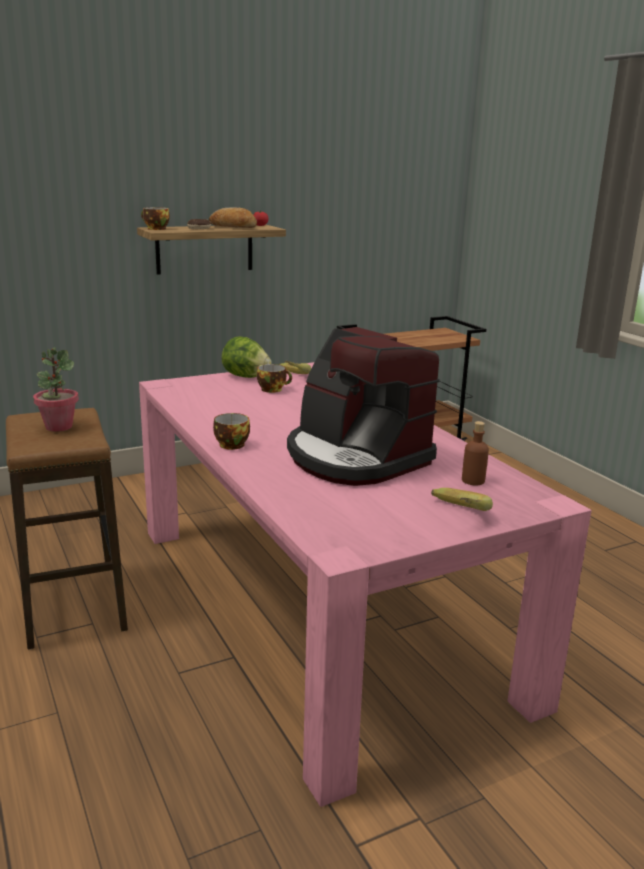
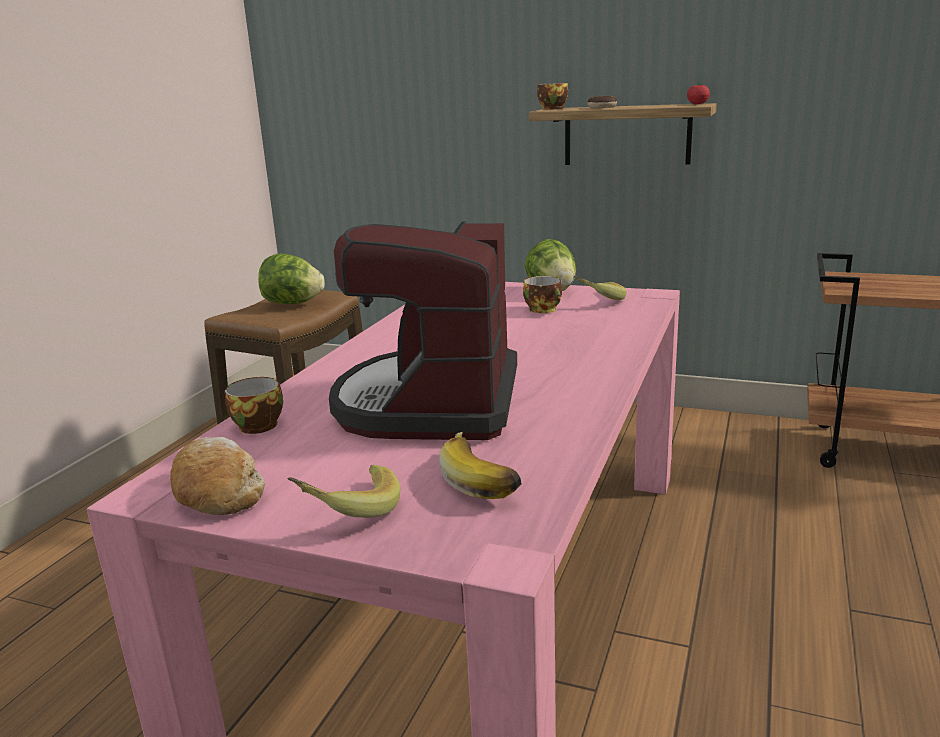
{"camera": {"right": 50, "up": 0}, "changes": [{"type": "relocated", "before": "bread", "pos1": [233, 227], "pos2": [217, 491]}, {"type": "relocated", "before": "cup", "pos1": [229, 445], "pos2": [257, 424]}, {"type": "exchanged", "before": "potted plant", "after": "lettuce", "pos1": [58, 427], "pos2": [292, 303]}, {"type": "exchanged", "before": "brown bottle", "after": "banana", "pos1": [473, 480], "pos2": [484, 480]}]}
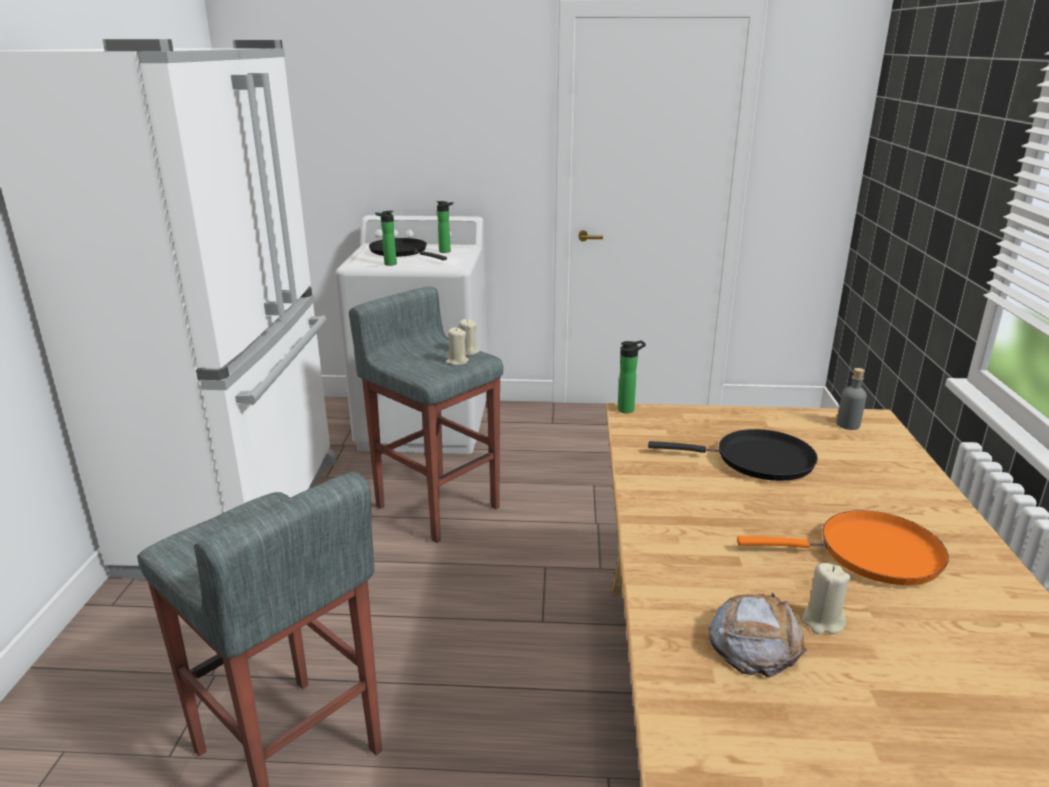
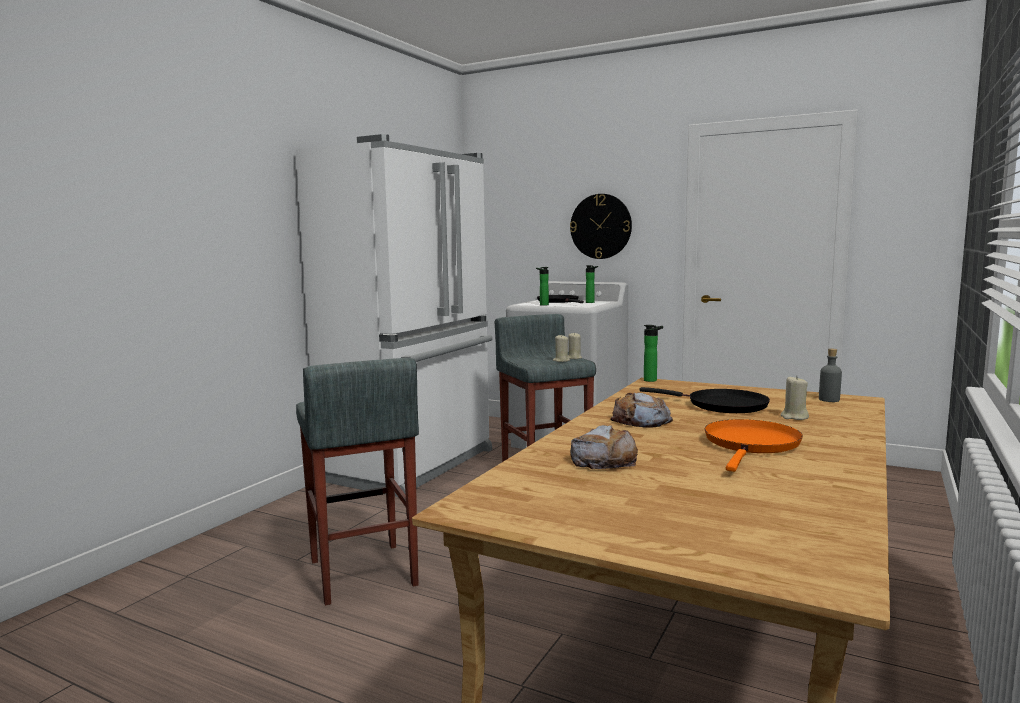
{"camera": {"right": 25, "up": -15}, "changes": [{"type": "appeared", "after": "wall clock", "pos2": [600, 226]}, {"type": "appeared", "after": "bread", "pos2": [641, 420]}, {"type": "relocated", "before": "beige candle", "pos1": [822, 622], "pos2": [794, 417]}, {"type": "spun", "before": "orange frying pan", "pos1": [871, 554], "pos2": [751, 444], "turn": -90}]}
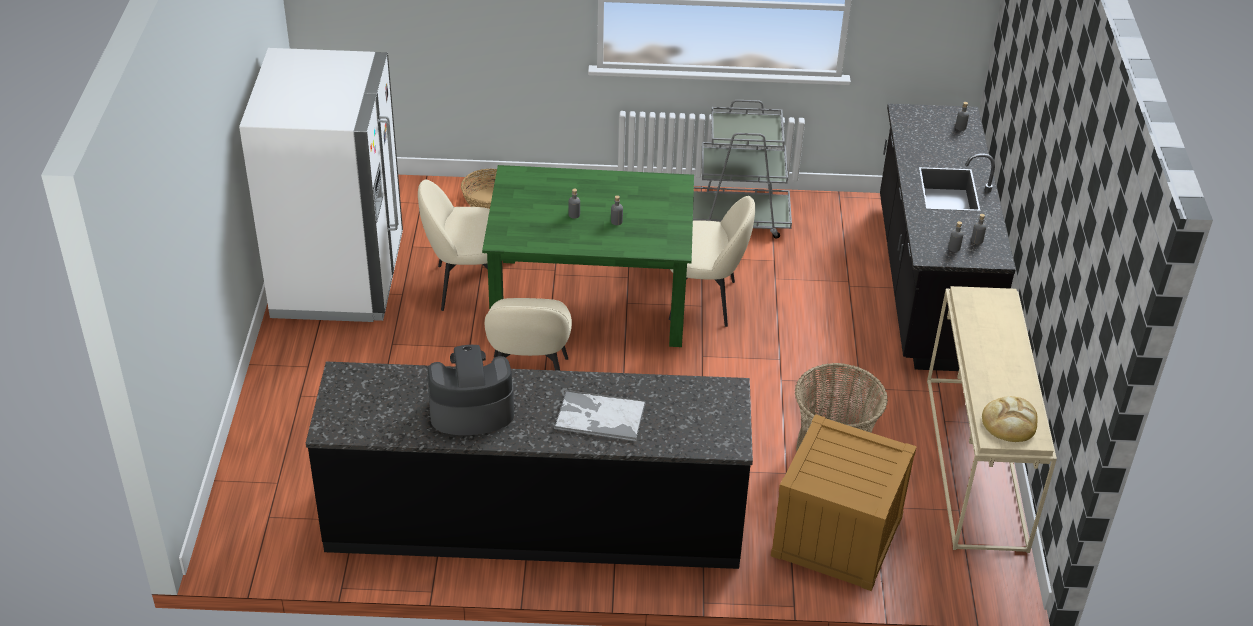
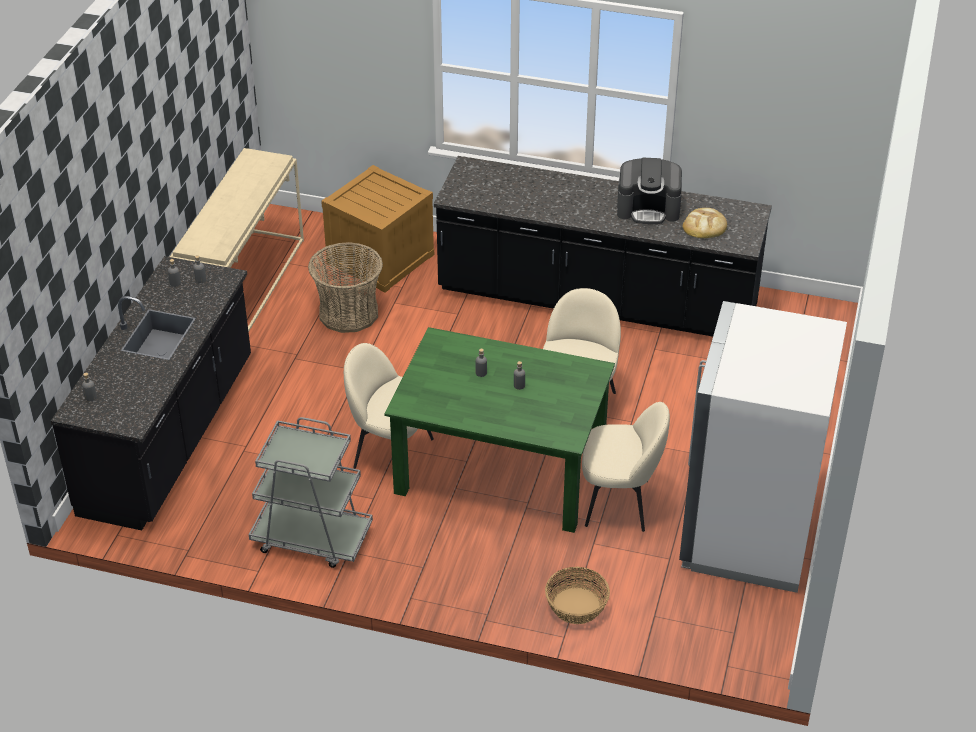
{"camera": {"right": -165, "up": 0}, "changes": [{"type": "missing", "before": "tray", "pos1": [599, 416]}, {"type": "relocated", "before": "bread", "pos1": [1010, 422], "pos2": [704, 226]}]}
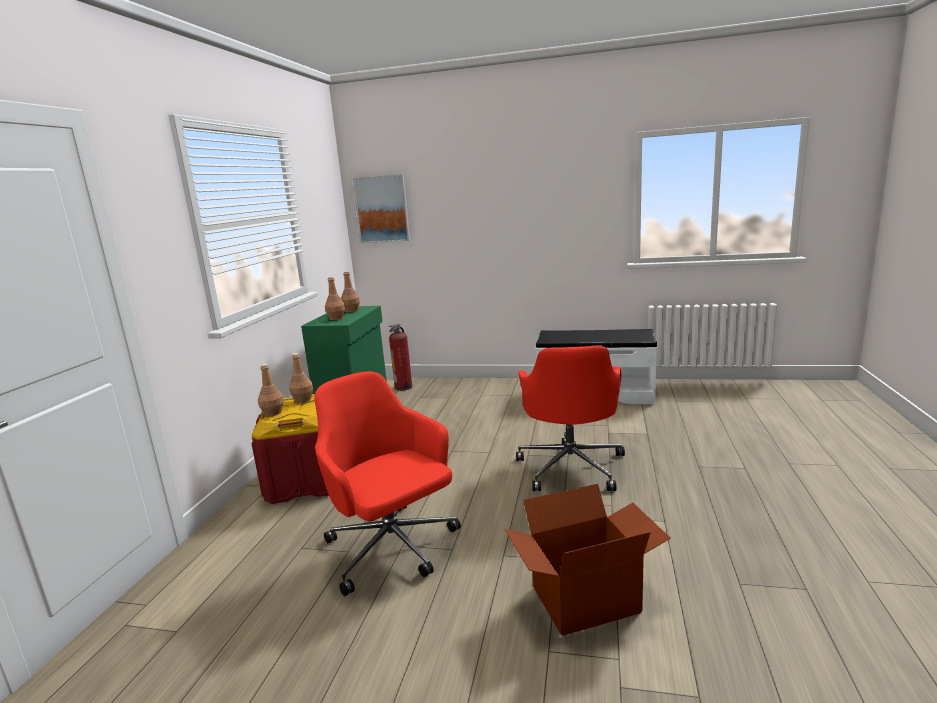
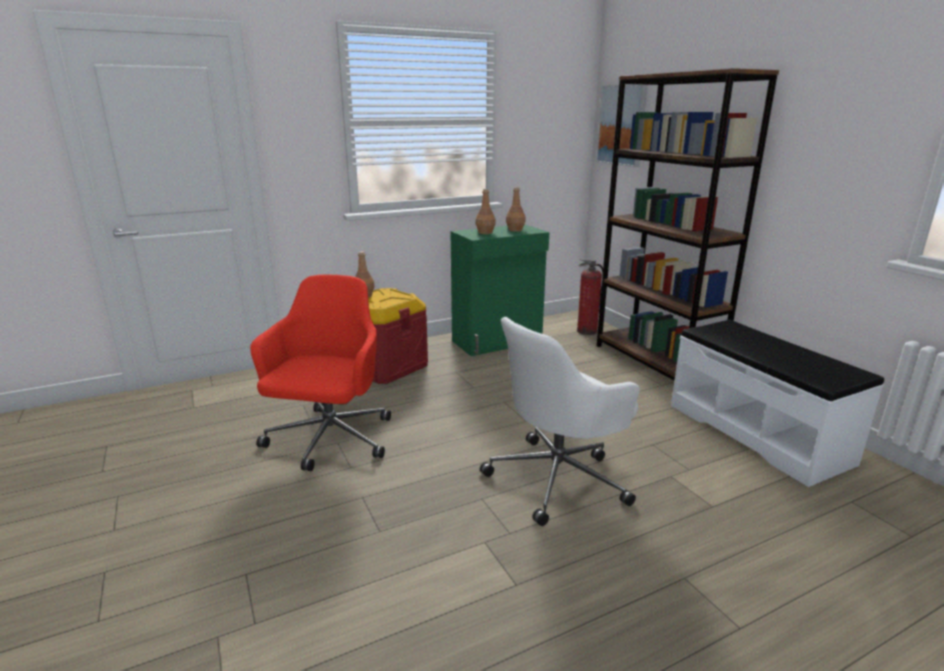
{"camera": {"right": 50, "up": 5}, "changes": [{"type": "missing", "before": "brown bottle", "pos1": [303, 400]}, {"type": "missing", "before": "cardboard box", "pos1": [584, 598]}, {"type": "appeared", "after": "brown bookcase", "pos2": [655, 363]}, {"type": "colour", "before": "red office chair", "after": "white office chair", "pos1": [571, 466], "pos2": [559, 478]}]}
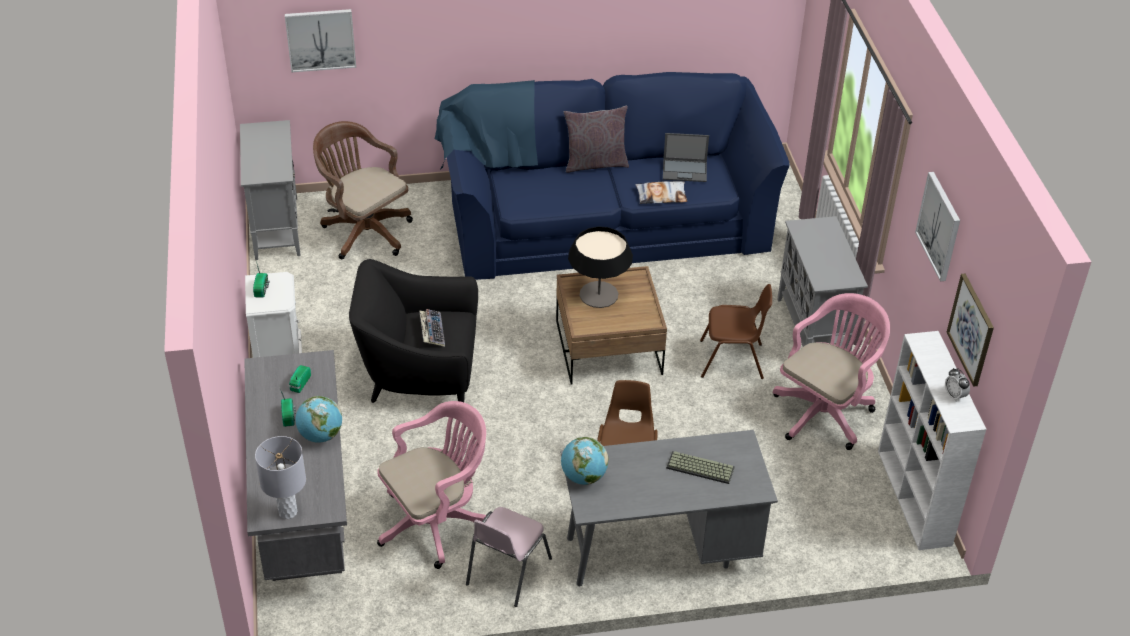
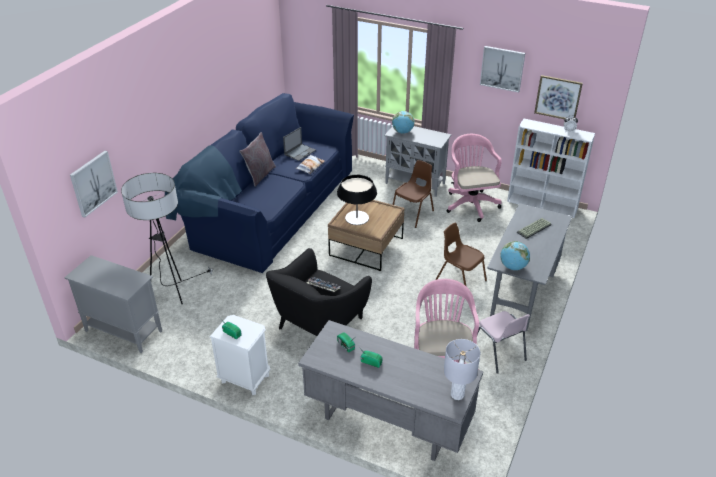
{"camera": {"right": -55, "up": -5}, "changes": [{"type": "relocated", "before": "globe", "pos1": [320, 435], "pos2": [402, 132]}, {"type": "exchanged", "before": "brown office chair", "after": "floor lamp", "pos1": [364, 231], "pos2": [173, 295]}]}
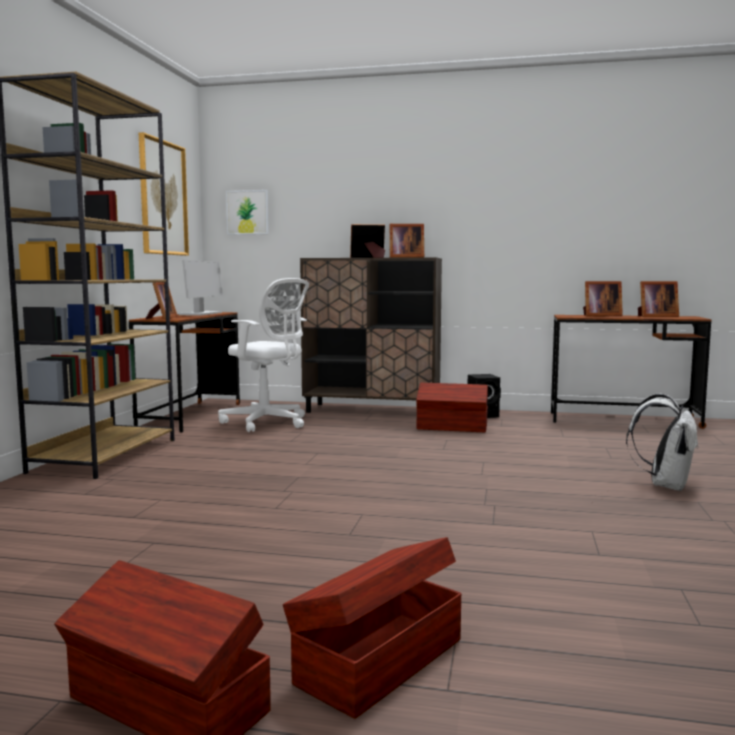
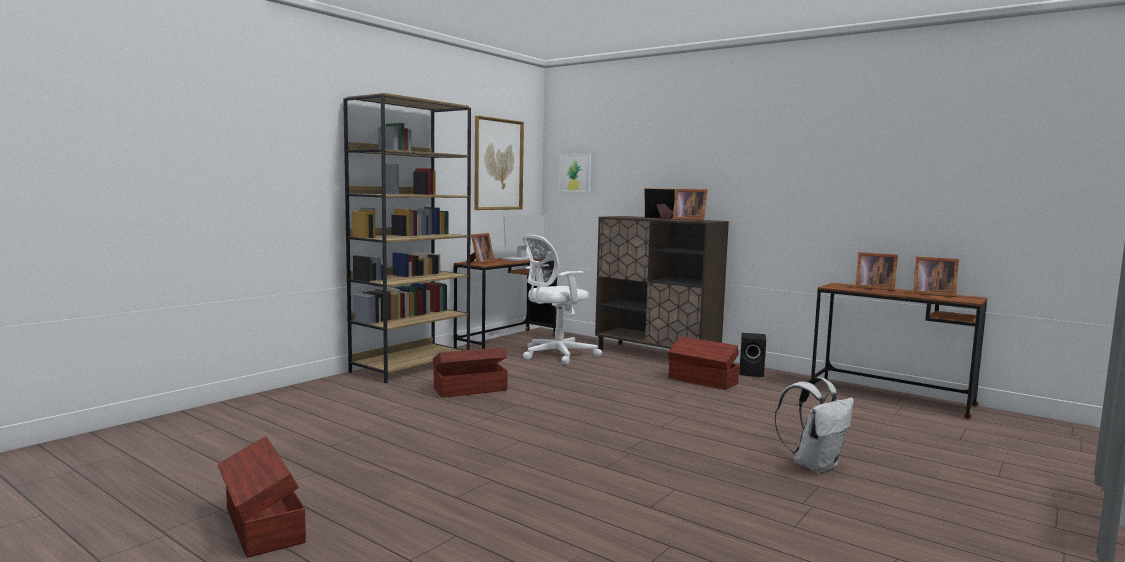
{"camera": {"right": 25, "up": 0}, "changes": [{"type": "relocated", "before": "brown storage box", "pos1": [377, 661], "pos2": [469, 389]}, {"type": "spun", "before": "white office chair", "pos1": [268, 423], "pos2": [555, 355], "turn": 90}]}
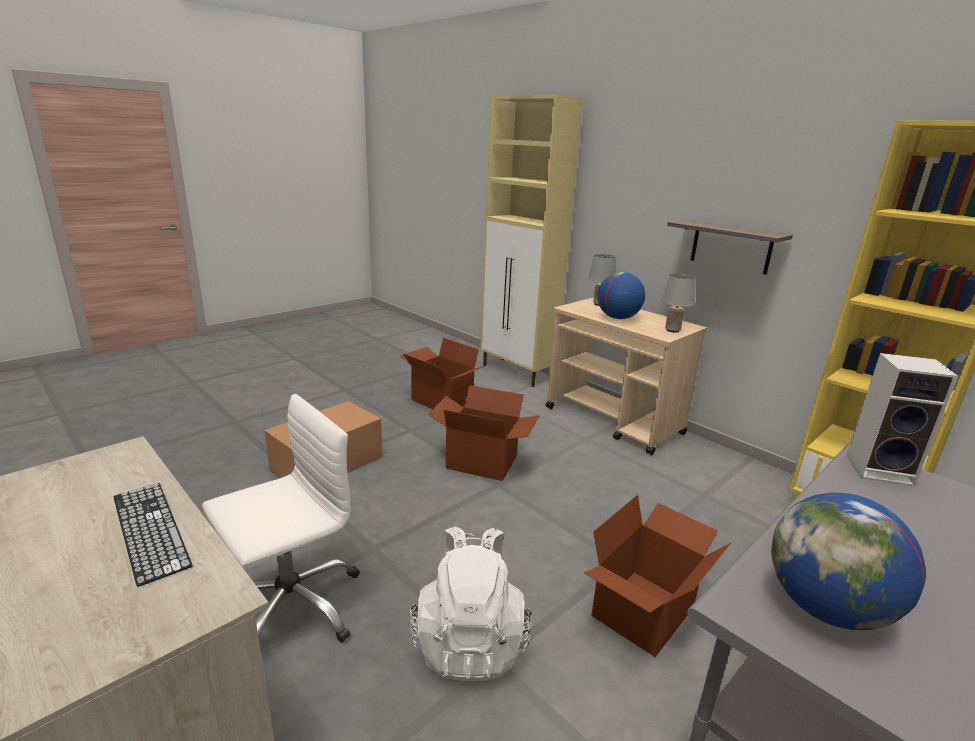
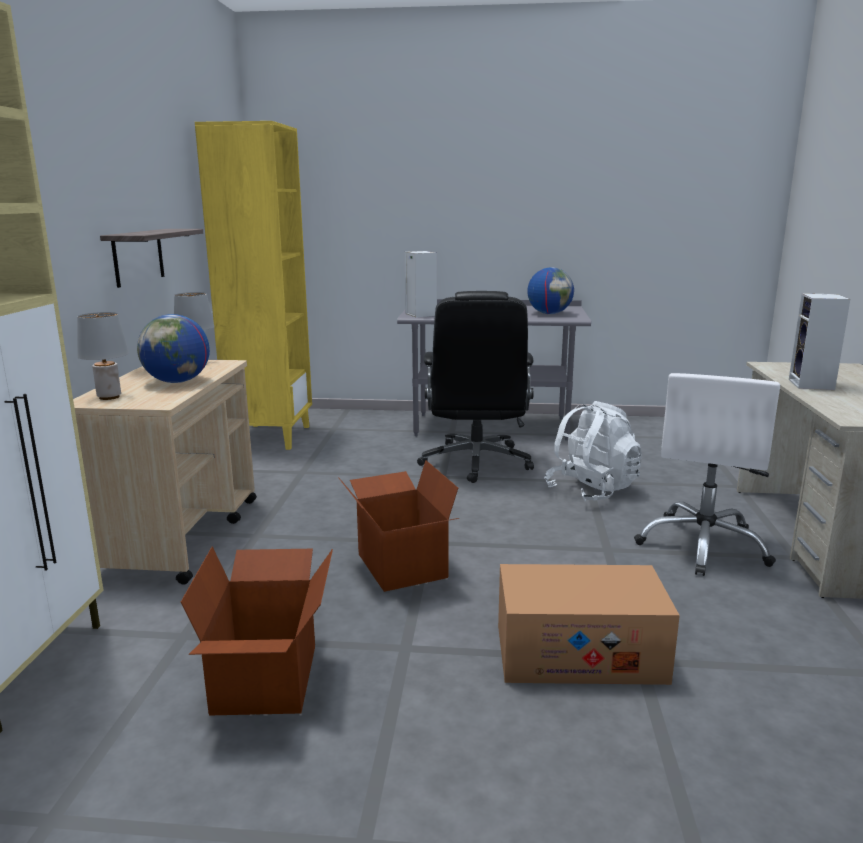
{"camera": {"right": -130, "up": -5}, "changes": [{"type": "exchanged", "before": "keyboard", "after": "speaker", "pos1": [149, 529], "pos2": [812, 385]}, {"type": "exchanged", "before": "cardboard box", "after": "black office chair", "pos1": [645, 613], "pos2": [476, 462]}, {"type": "spun", "before": "white office chair", "pos1": [290, 607], "pos2": [703, 545], "turn": -75}]}
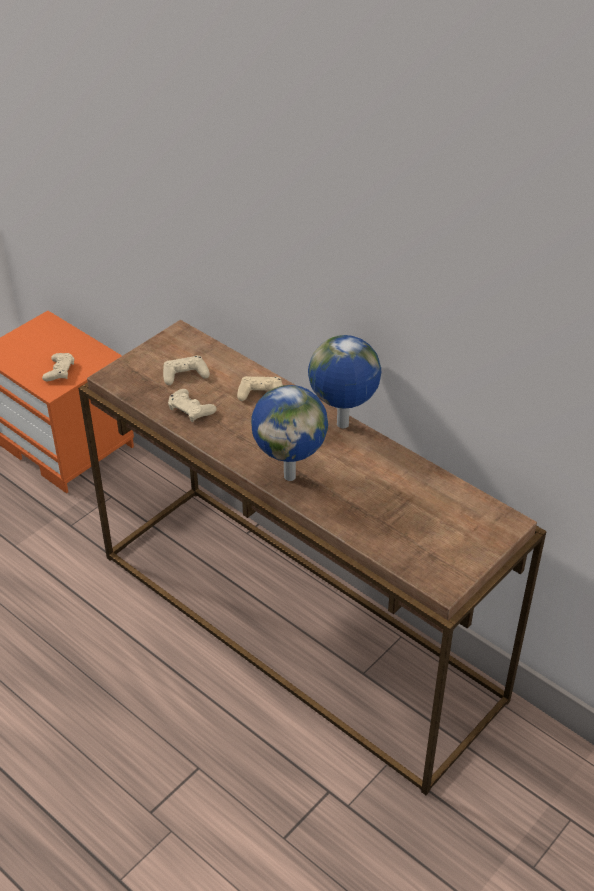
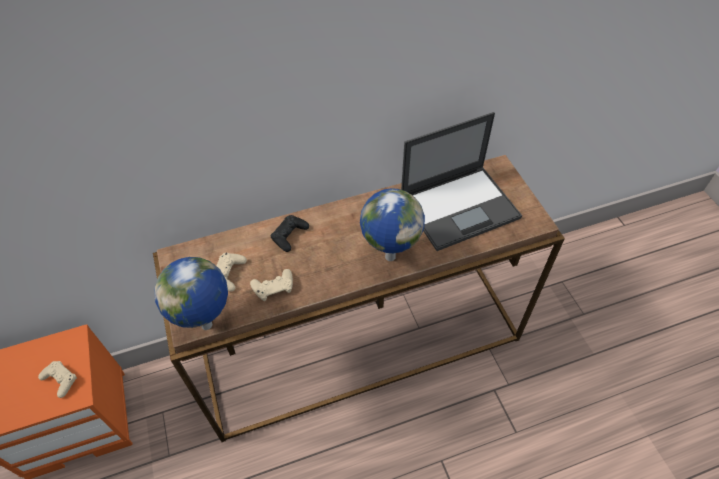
{"camera": {"right": -60, "up": 10}, "changes": [{"type": "appeared", "after": "laptop", "pos2": [460, 206]}, {"type": "relocated", "before": "globe", "pos1": [343, 425], "pos2": [208, 325]}, {"type": "colour", "before": "beige game controller", "after": "black game controller", "pos1": [261, 394], "pos2": [289, 235]}]}
